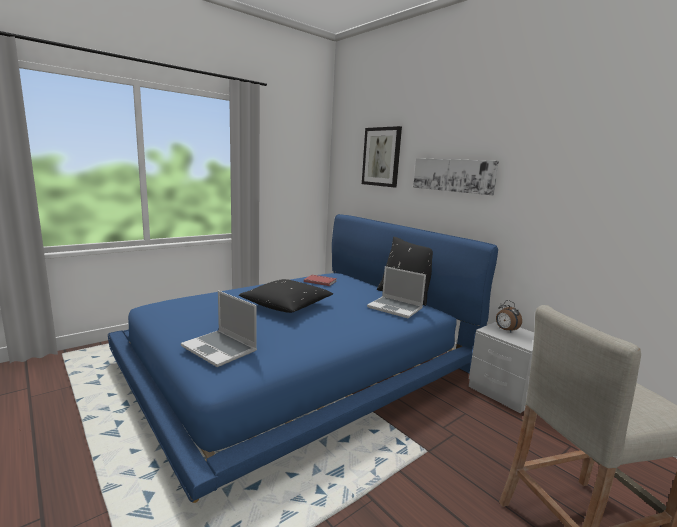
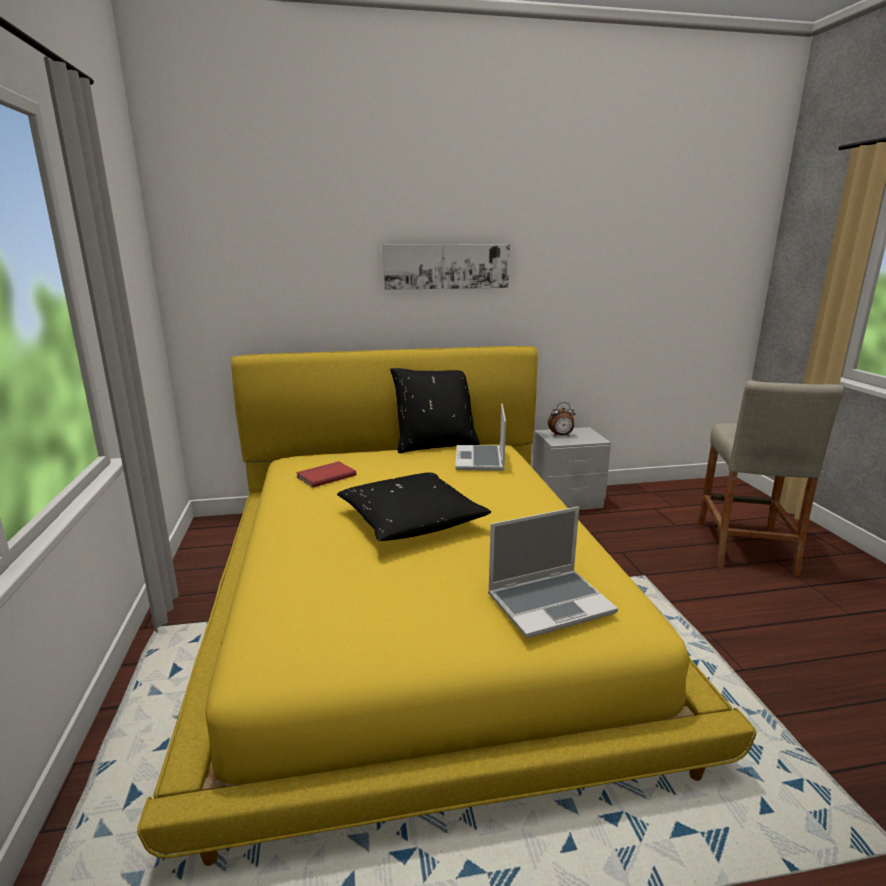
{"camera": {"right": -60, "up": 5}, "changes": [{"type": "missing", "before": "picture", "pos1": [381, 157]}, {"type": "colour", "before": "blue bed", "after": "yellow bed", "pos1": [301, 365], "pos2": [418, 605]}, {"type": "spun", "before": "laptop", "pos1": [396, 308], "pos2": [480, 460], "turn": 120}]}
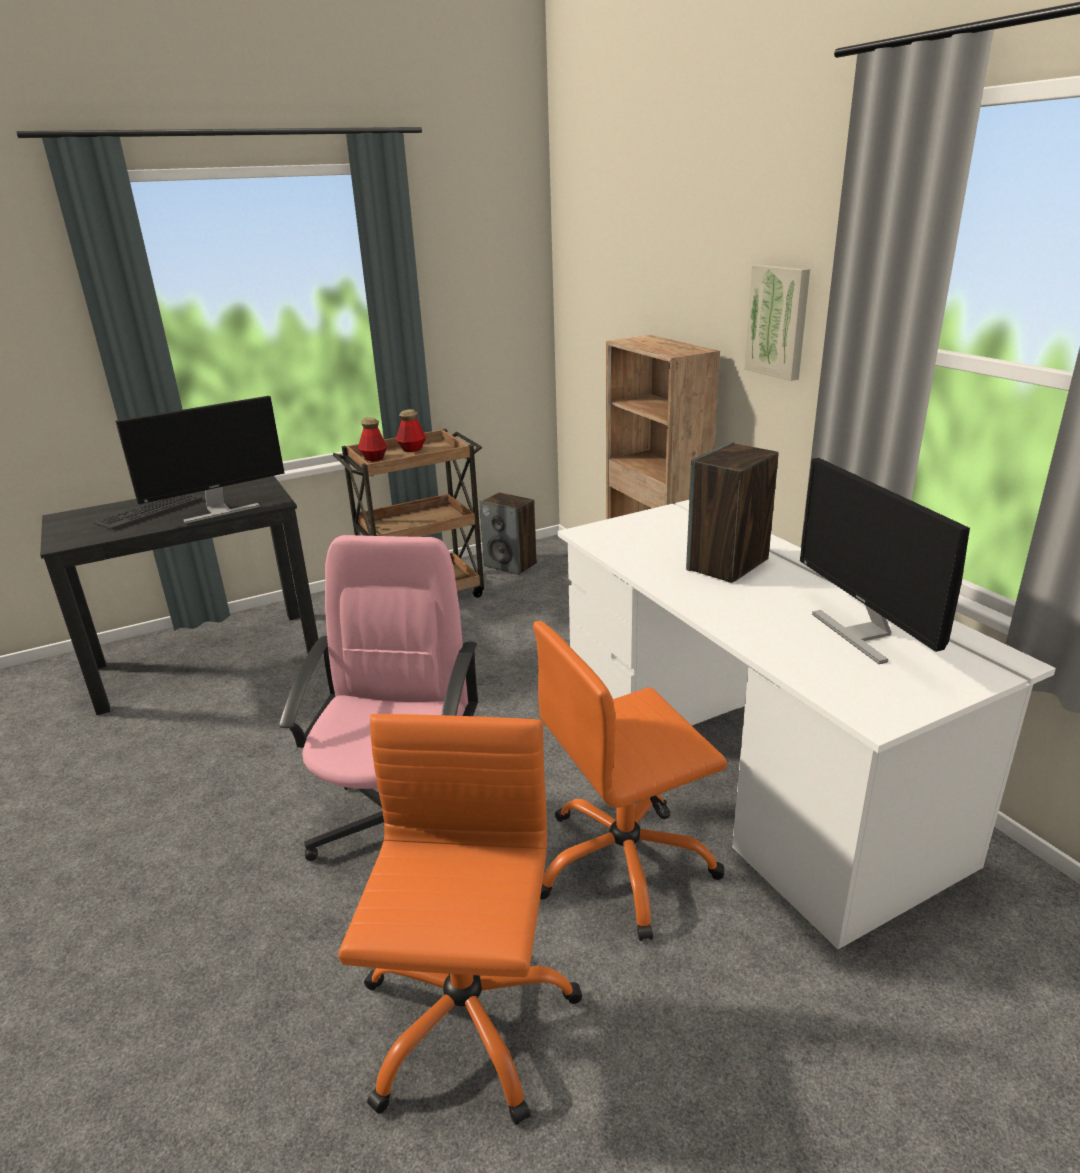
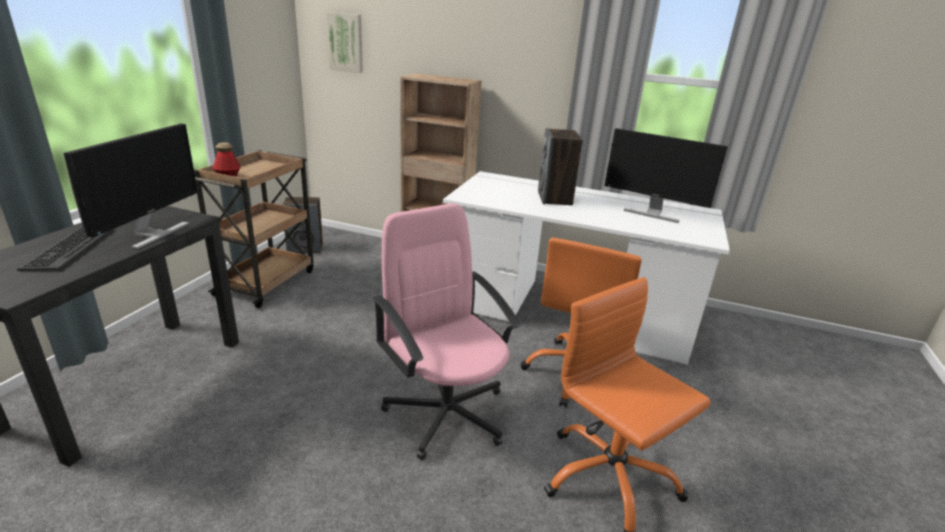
{"camera": {"right": -45, "up": 0}, "changes": [{"type": "missing", "before": "bottle", "pos1": [412, 449]}, {"type": "relocated", "before": "picture", "pos1": [779, 321], "pos2": [346, 42]}]}
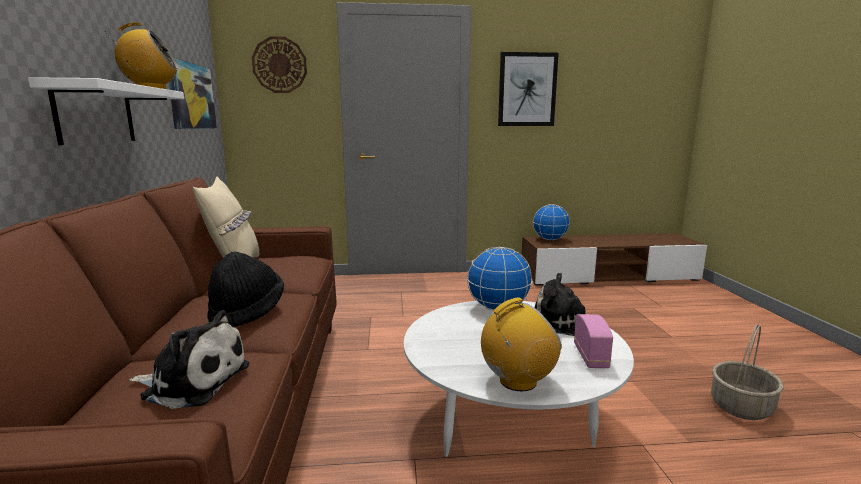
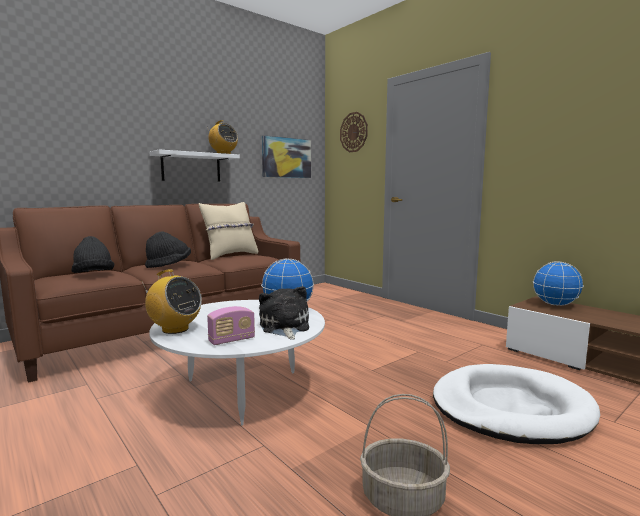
{"camera": {"right": 55, "up": -5}, "changes": [{"type": "missing", "before": "picture", "pos1": [527, 90]}, {"type": "appeared", "after": "white dog bed", "pos2": [510, 408]}, {"type": "exchanged", "before": "plush toy", "after": "black hat", "pos1": [193, 381], "pos2": [93, 275]}]}
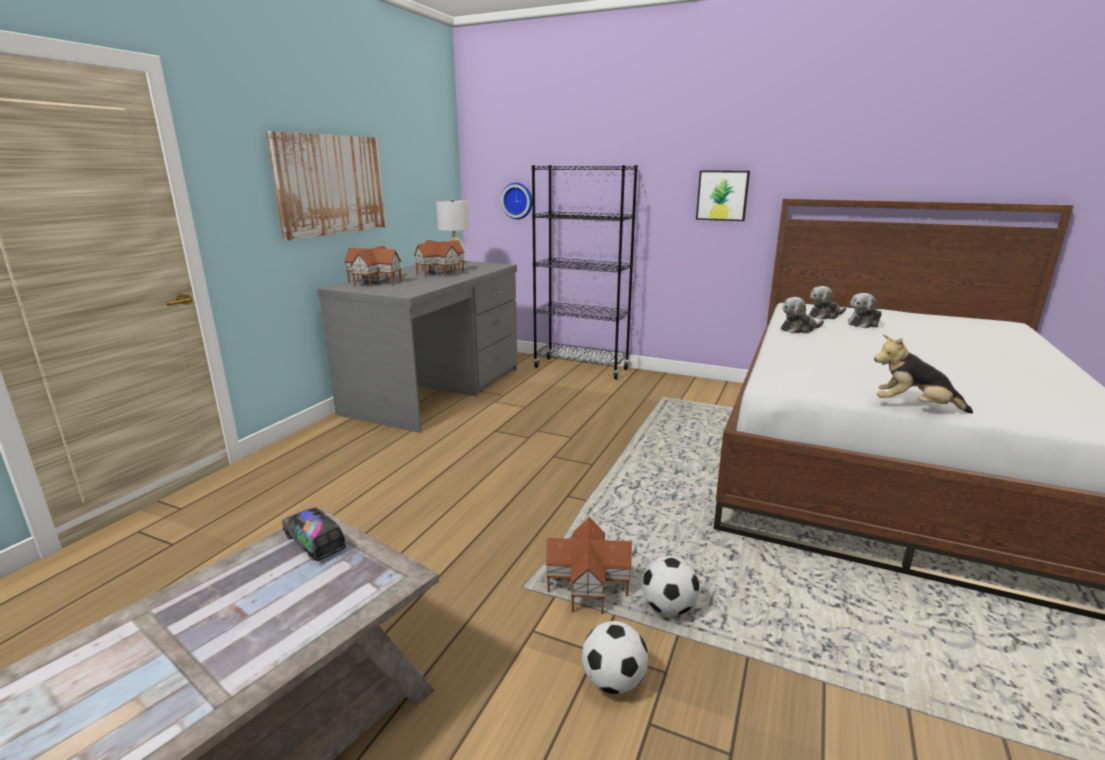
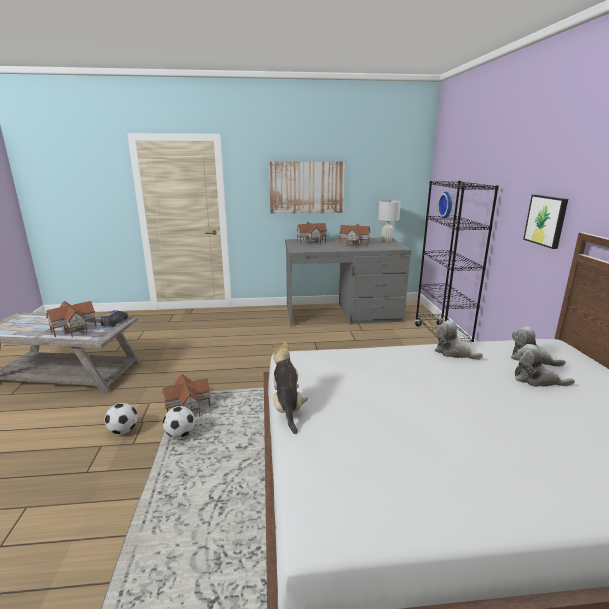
{"camera": {"right": 60, "up": 0}, "changes": [{"type": "appeared", "after": "toy house", "pos2": [75, 329]}]}
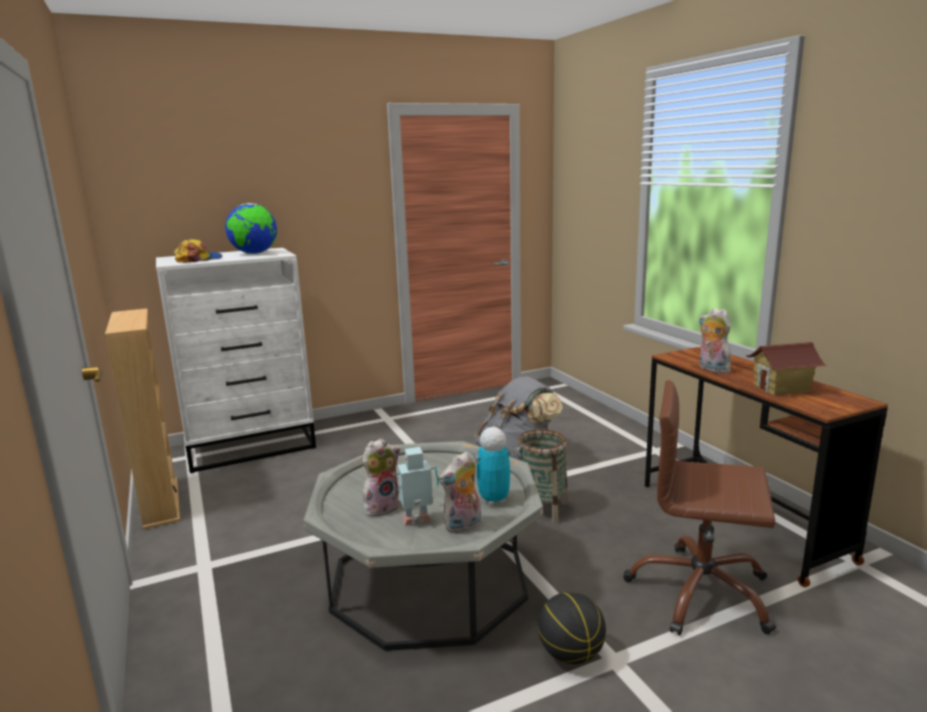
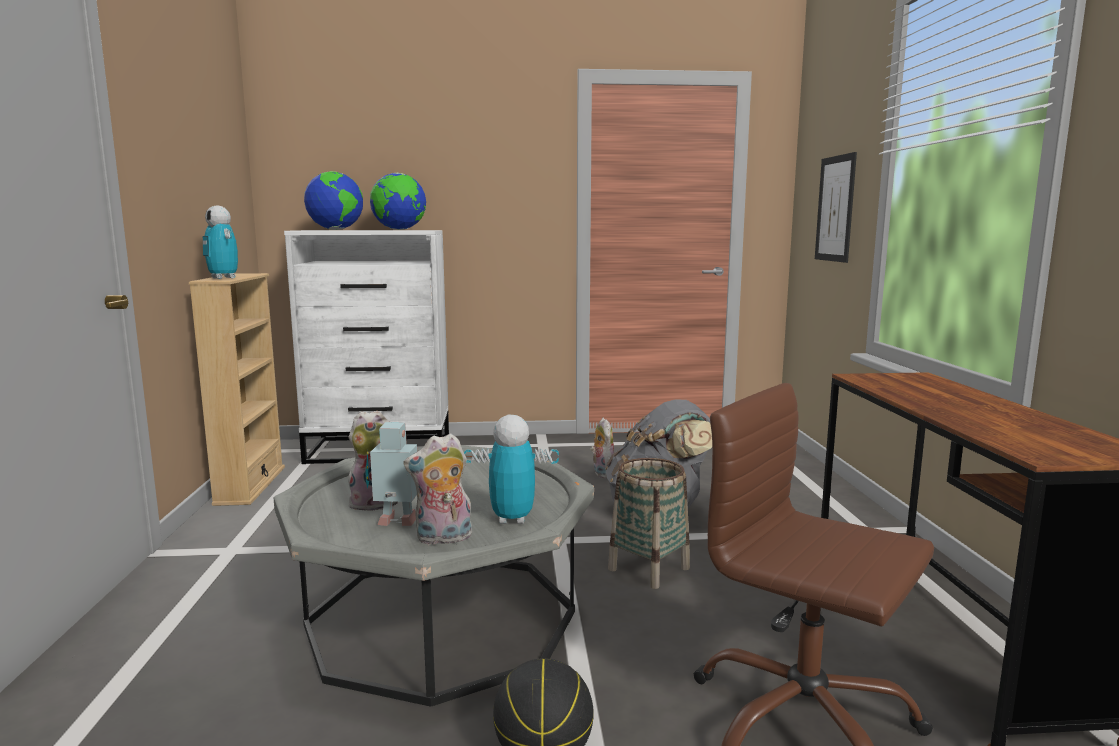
{"camera": {"right": 20, "up": -5}, "changes": [{"type": "missing", "before": "toy house", "pos1": [782, 388]}, {"type": "appeared", "after": "toy robot", "pos2": [223, 278]}, {"type": "appeared", "after": "picture", "pos2": [835, 209]}, {"type": "relocated", "before": "plush toy", "pos1": [711, 369], "pos2": [602, 473]}, {"type": "exchanged", "before": "cap", "after": "globe", "pos1": [198, 259], "pos2": [336, 230]}]}
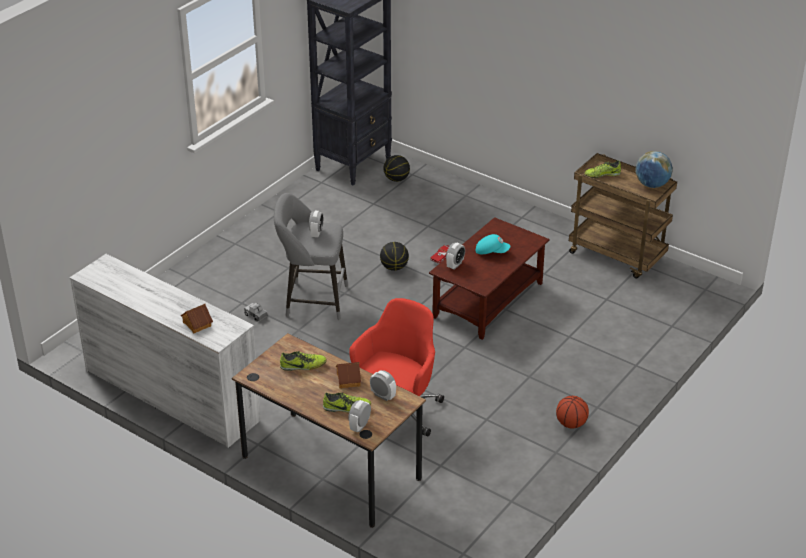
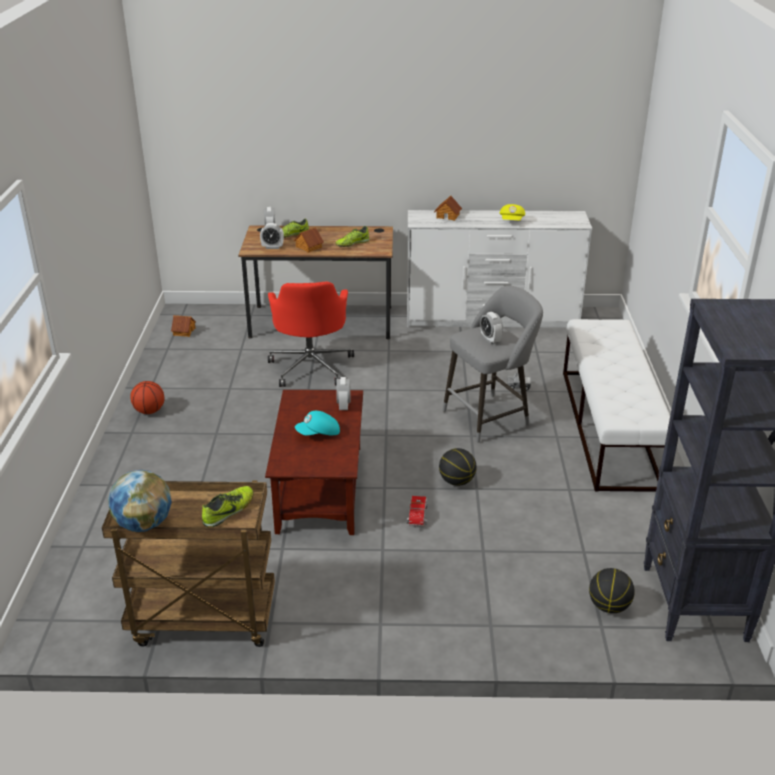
{"camera": {"right": 145, "up": -5}, "changes": [{"type": "appeared", "after": "toy house", "pos2": [184, 331]}, {"type": "appeared", "after": "yellow cap", "pos2": [512, 221]}, {"type": "appeared", "after": "white bench", "pos2": [609, 427]}]}
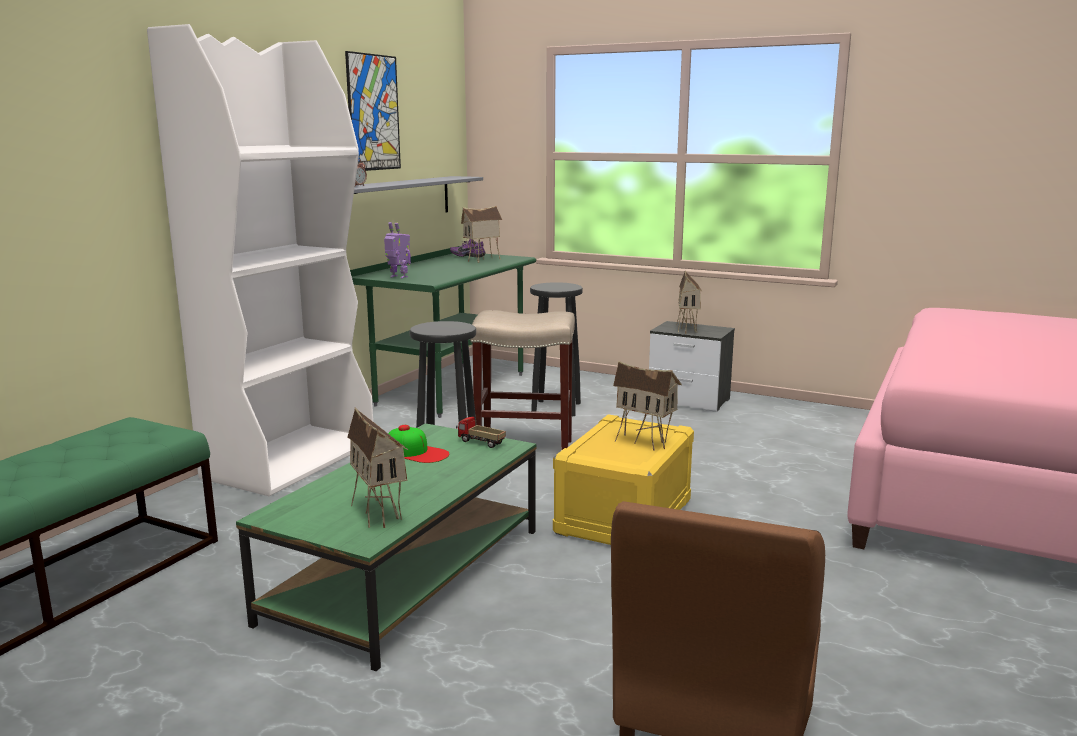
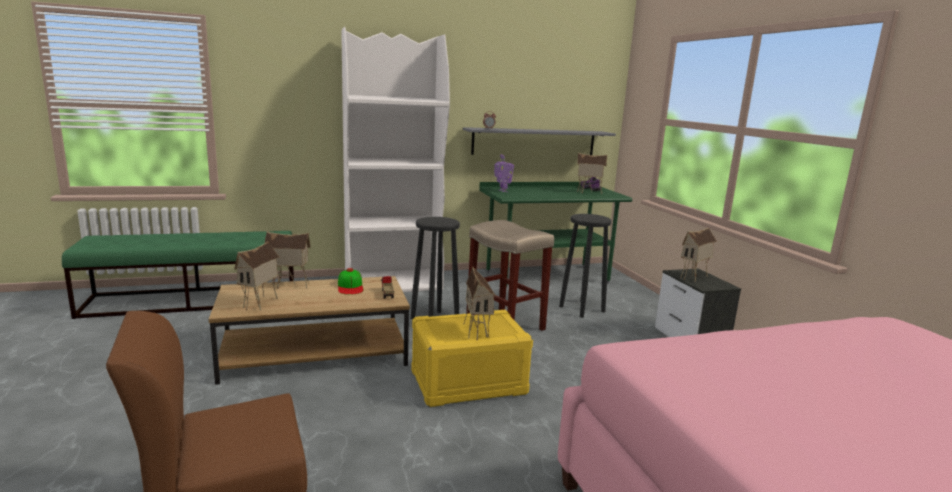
{"camera": {"right": 45, "up": 0}, "changes": [{"type": "missing", "before": "picture", "pos1": [373, 112]}, {"type": "appeared", "after": "toy house", "pos2": [289, 286]}, {"type": "colour", "before": "green coffee table", "after": "brown coffee table", "pos1": [408, 574], "pos2": [314, 354]}]}
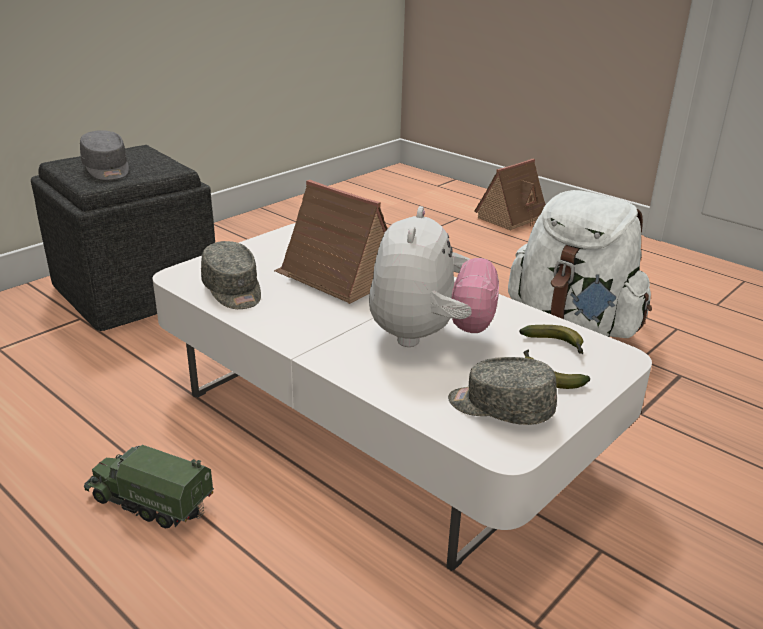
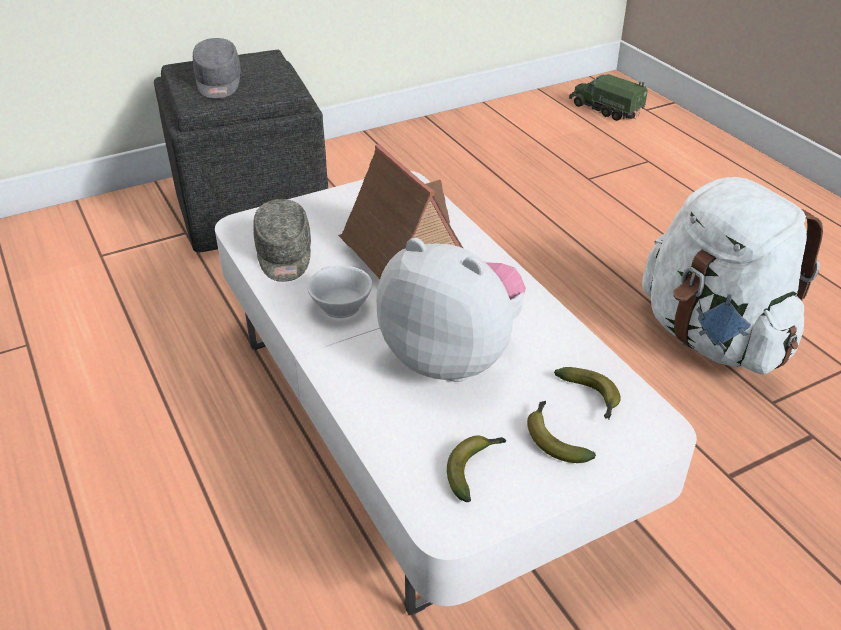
{"camera": {"right": 20, "up": 10}, "changes": [{"type": "missing", "before": "toy house", "pos1": [512, 217]}, {"type": "appeared", "after": "white cup", "pos2": [338, 306]}, {"type": "relocated", "before": "toy truck", "pos1": [149, 501], "pos2": [605, 109]}, {"type": "exchanged", "before": "grey cap", "after": "banana", "pos1": [500, 408], "pos2": [474, 469]}, {"type": "spun", "before": "plush toy", "pos1": [428, 337], "pos2": [452, 356], "turn": -90}]}
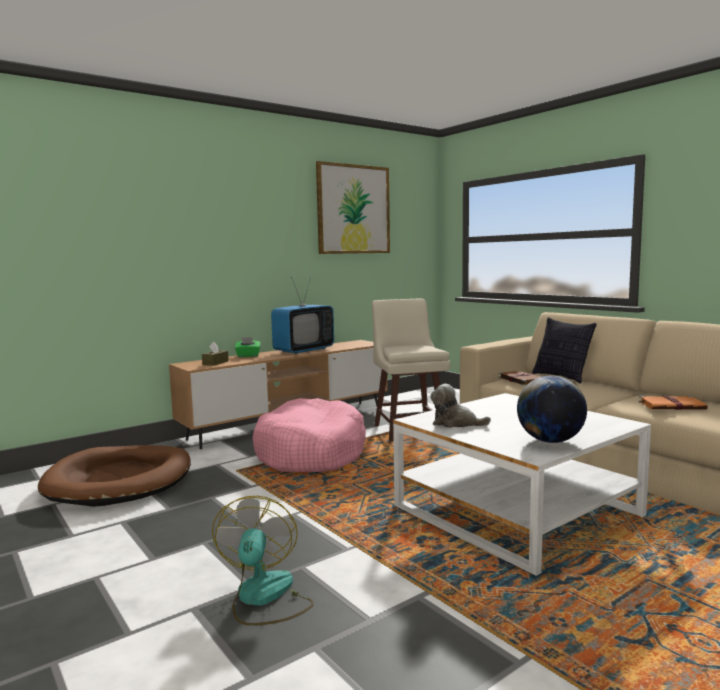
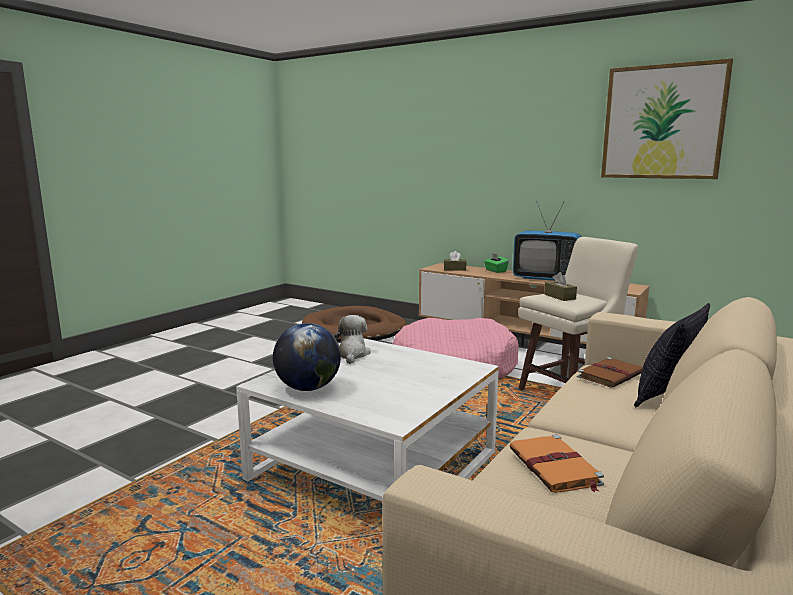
{"camera": {"right": 70, "up": 5}, "changes": [{"type": "missing", "before": "fan", "pos1": [264, 598]}, {"type": "appeared", "after": "brown tissue box", "pos2": [559, 297]}]}
